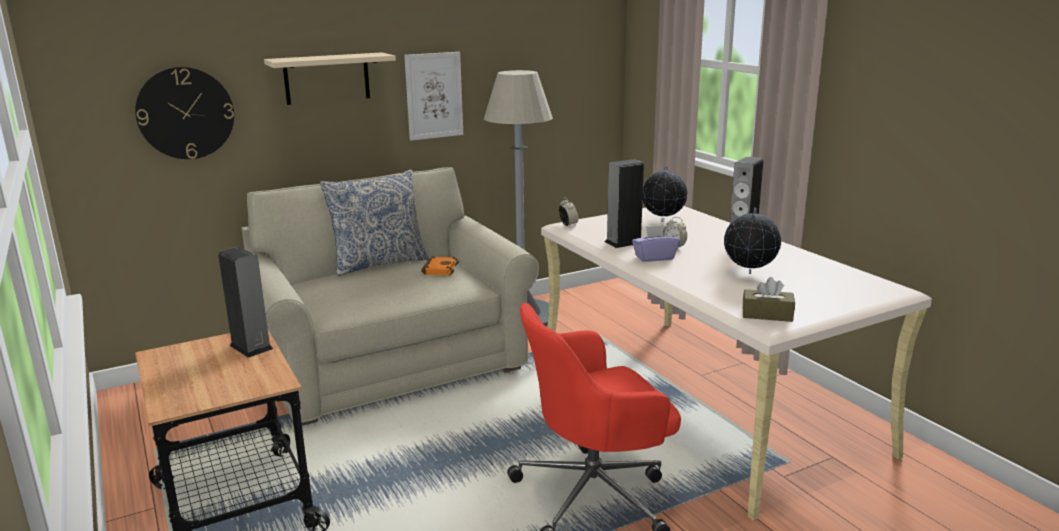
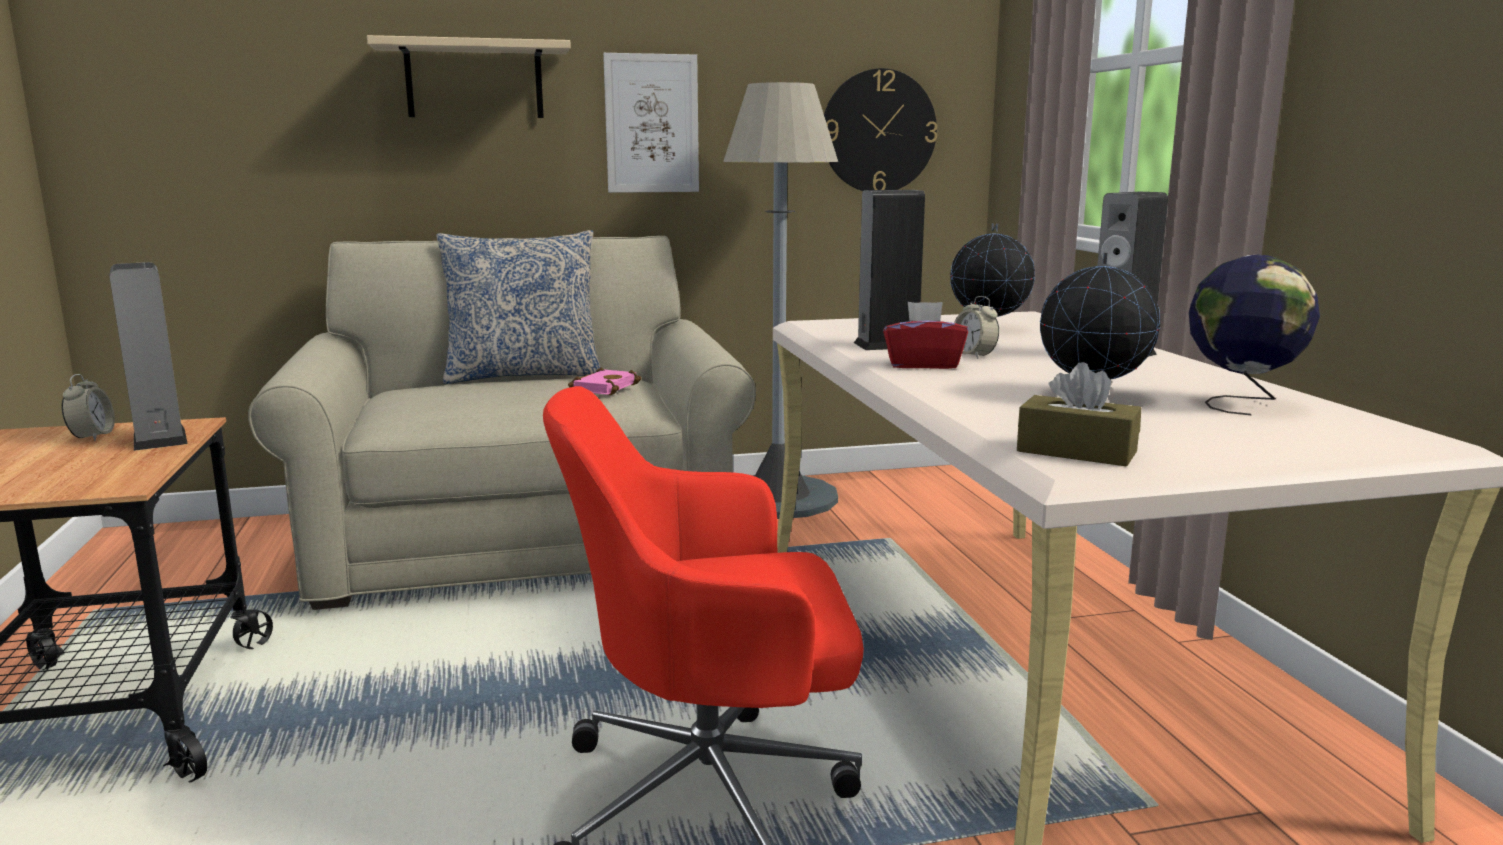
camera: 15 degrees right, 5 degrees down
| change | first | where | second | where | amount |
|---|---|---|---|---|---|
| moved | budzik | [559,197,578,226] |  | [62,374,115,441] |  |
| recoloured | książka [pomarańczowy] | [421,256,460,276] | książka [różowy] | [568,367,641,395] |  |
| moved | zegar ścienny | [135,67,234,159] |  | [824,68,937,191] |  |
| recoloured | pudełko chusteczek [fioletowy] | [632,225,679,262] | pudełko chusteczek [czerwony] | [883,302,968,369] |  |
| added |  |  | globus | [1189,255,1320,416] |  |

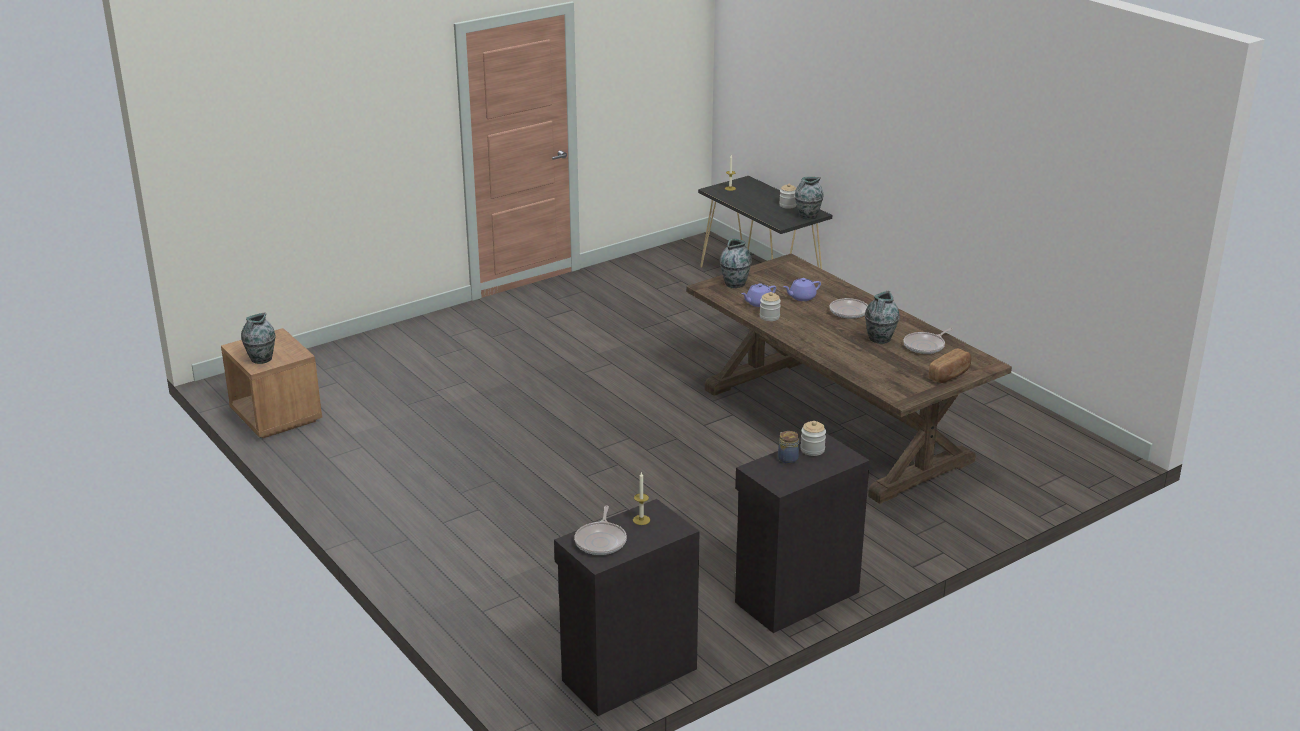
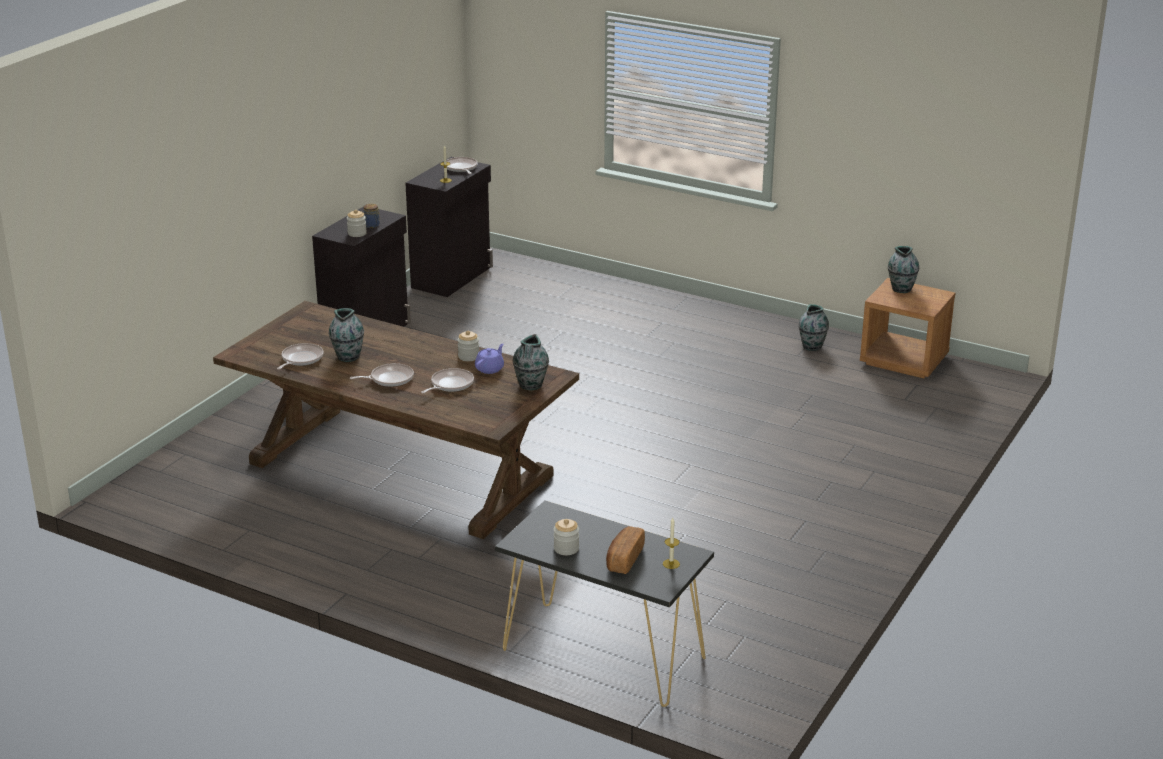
camera: 155 degrees right, 0 degrees up
| change | first | where | second | where | amount |
|---|---|---|---|---|---|
| replaced | imbryk [fioletowy] | [783,278,821,301] | patelnia | [421,368,474,393] |  |
| moved | chleb | [929,348,971,383] |  | [606,526,645,574] |  |
| moved | wazon | [795,177,824,220] |  | [799,304,829,351] |  |

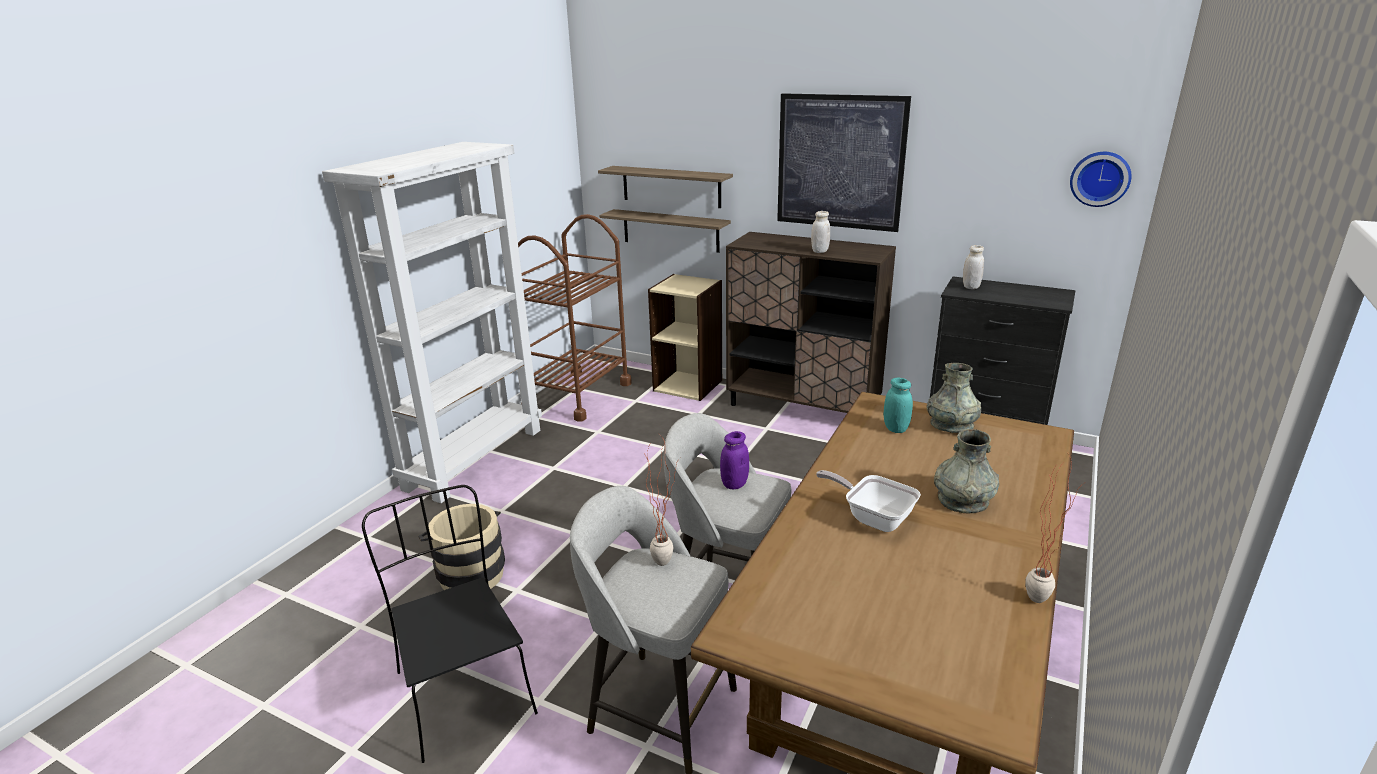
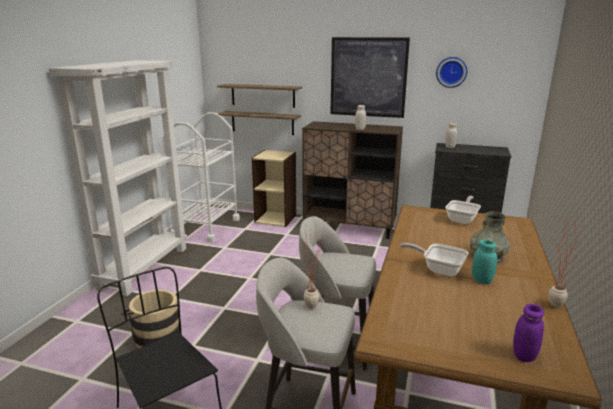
camera: 10 degrees left, 5 degrees down
| change | first | where | second | where | amount |
|---|---|---|---|---|---|
| recoloured | wózek [brązowy] | [518,214,632,422] | wózek [biały] | [163,112,240,242] |  |
| moved | zegar ścienny | [1070,152,1132,207] |  | [436,57,467,88] |  |
| replaced | wazon [szary] | [927,363,981,433] | patelnia | [445,196,481,224] |  |
| moved | słoik [turkusowy] | [884,377,913,433] |  | [472,240,497,284] |  |
| moved | słoik [fioletowy] | [720,431,749,489] |  | [513,304,544,362] |  |

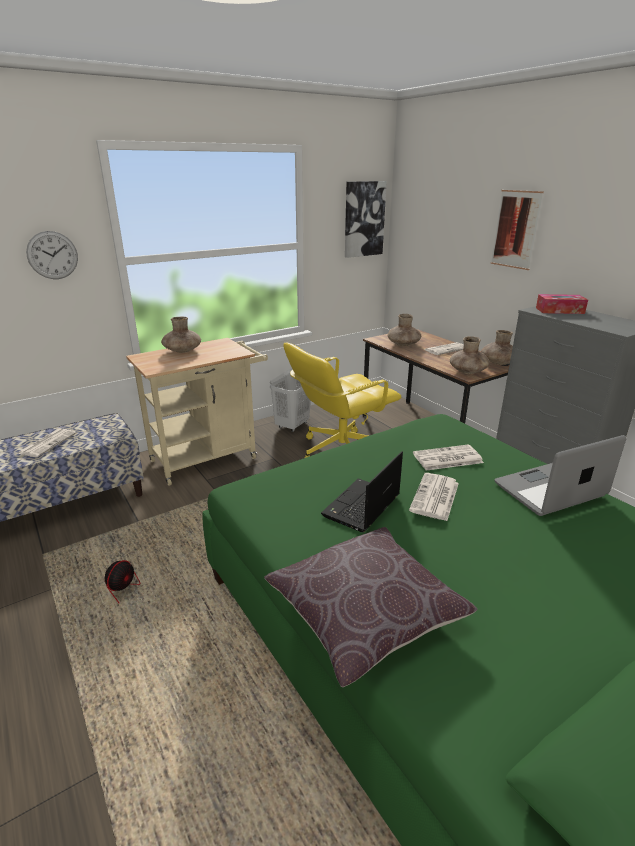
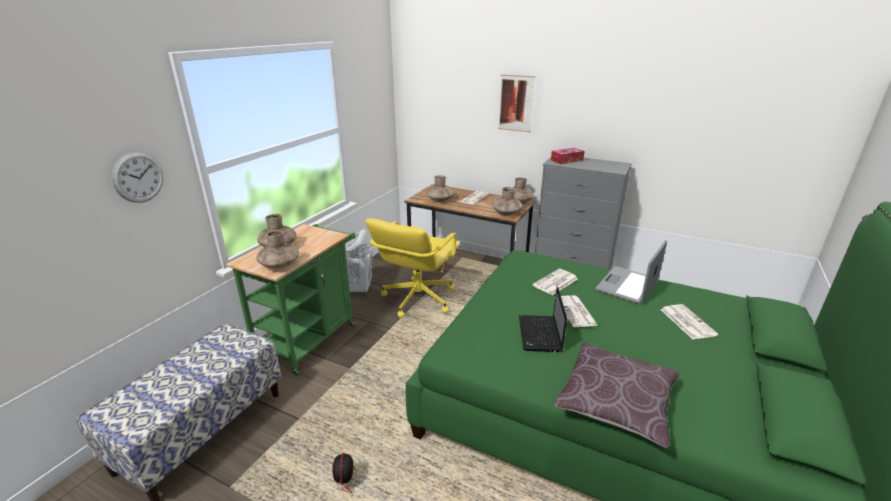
camera: 30 degrees left, 0 degrees up
| change | first | where | second | where | amount |
|---|---|---|---|---|---|
| recoloured | wózek [beżowy] | [126,338,268,486] | wózek [zielony] | [226,224,356,377] |  |
| added |  |  | wazon [brązowy] | [256,230,299,268] |  |
| moved | gazeta | [18,428,77,457] |  | [660,304,718,339] |  |
| removed | obraz | [345,181,387,258] |  |  |  |

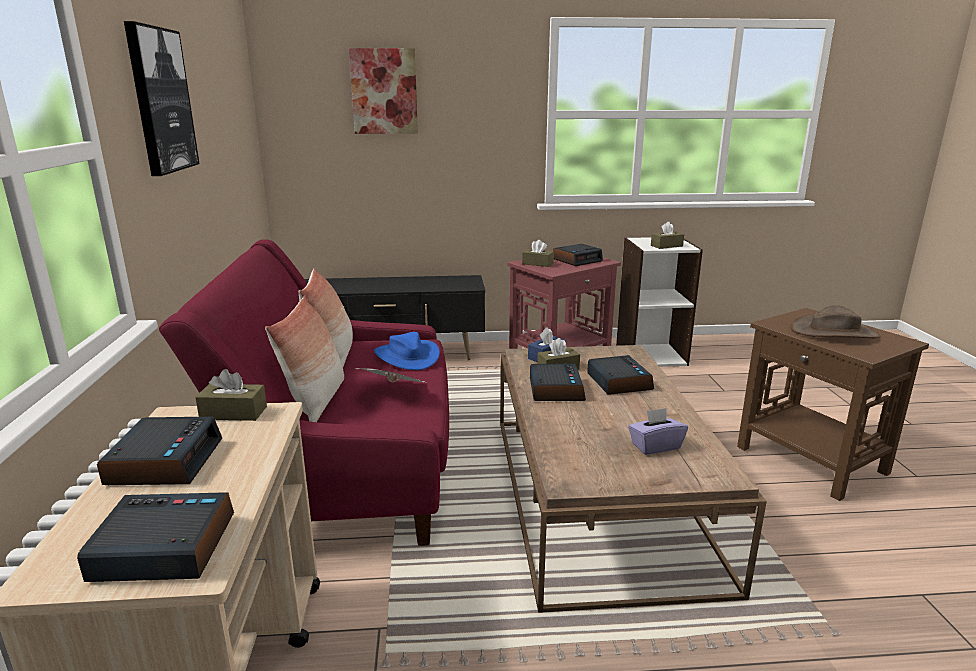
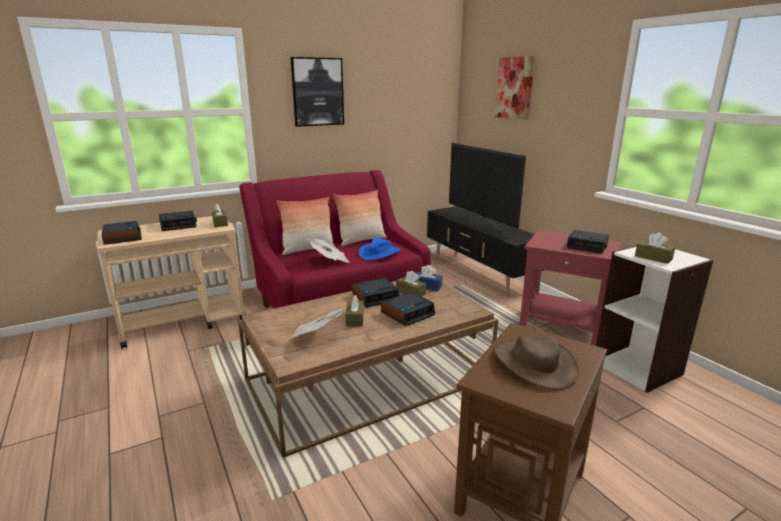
camera: 65 degrees right, 0 degrees up
| change | first | where | second | where | amount |
|---|---|---|---|---|---|
| replaced | pudełko chusteczek [fioletowy] | [628,408,688,455] | gazeta | [289,308,343,339] |  |
| moved | pudełko chusteczek [brązowy] | [522,240,554,267] |  | [345,295,364,327] |  |
| added |  |  | telewizor | [449,143,526,232] |  |

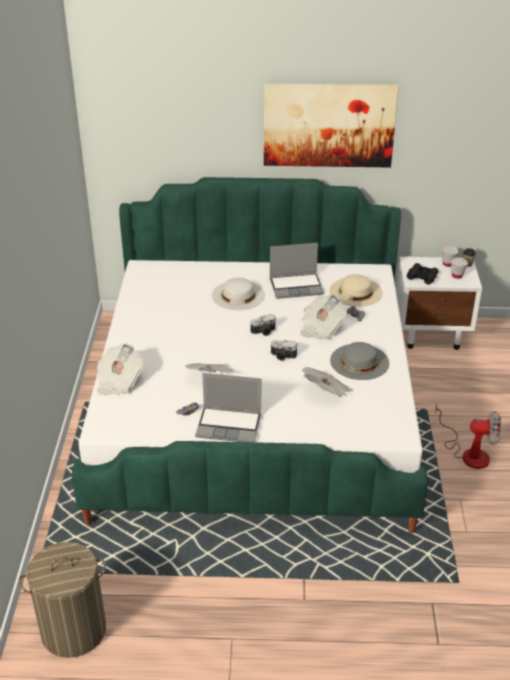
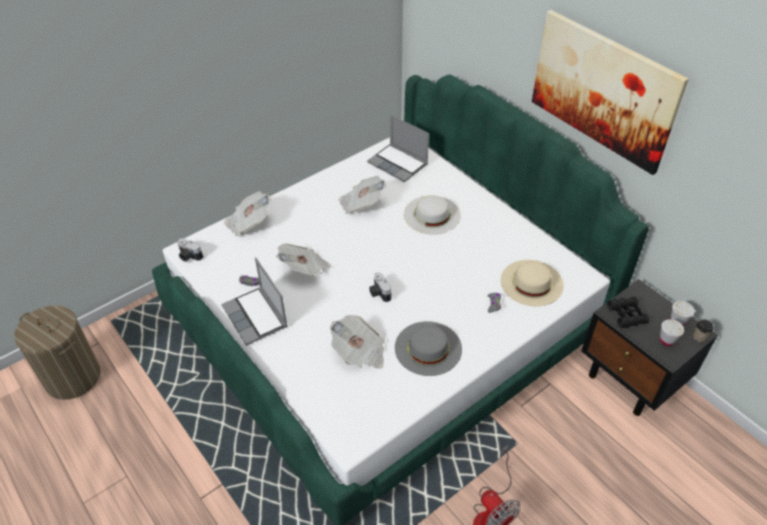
camera: 50 degrees right, 10 degrees up
| change | first | where | second | where | amount |
|---|---|---|---|---|---|
| moved | aparat fotograficzny | [251,314,276,336] |  | [177,238,203,262] |  |
| moved | gazeta | [300,295,347,340] |  | [339,176,386,214] |  |
| moved | laptop | [270,243,324,299] |  | [367,115,429,182] |  |
| recoloured | szafka nocna [biały] | [396,257,482,350] | szafka nocna [czarny] | [581,279,718,416] |  |

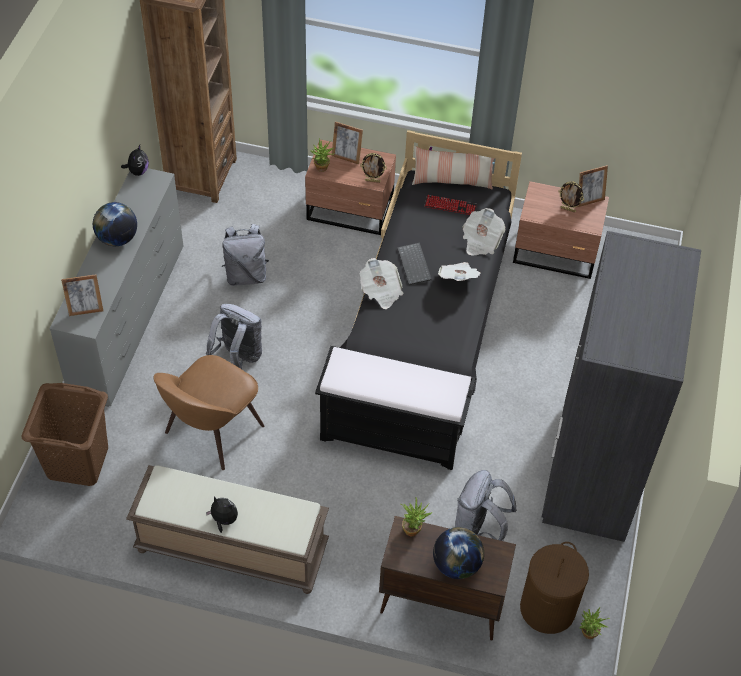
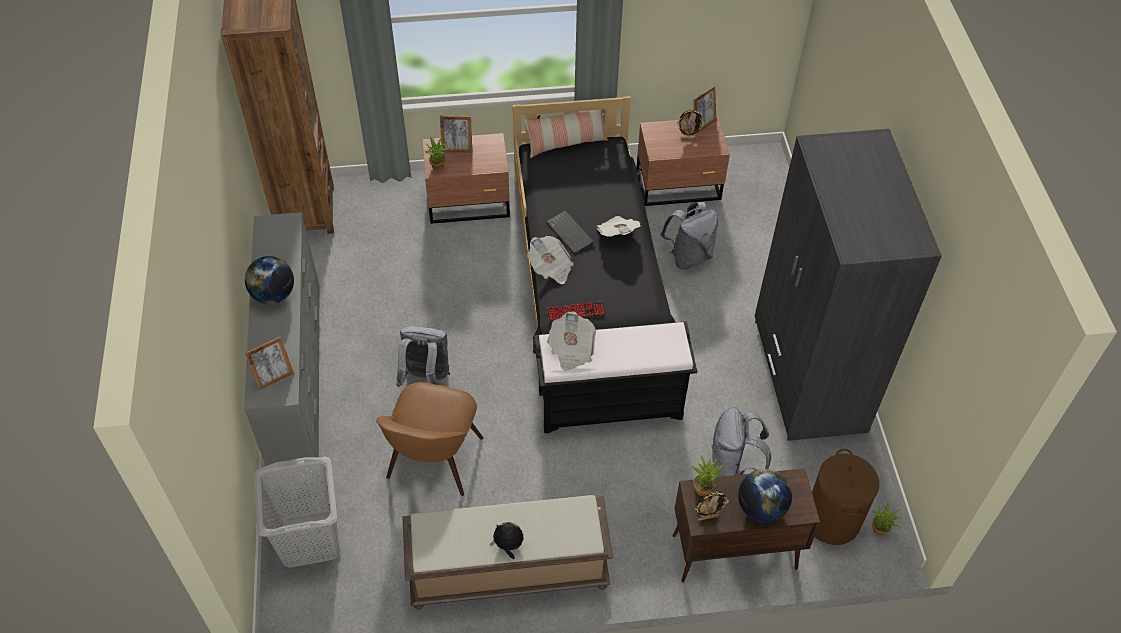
camera: 20 degrees left, 0 degrees up
| change | first | where | second | where | amount |
|---|---|---|---|---|---|
| recoloured | kosz na pranie [brązowy] | [21,383,108,486] | kosz na pranie [szary] | [254,457,340,568] |  |
| moved | klawiatura | [424,195,477,215] |  | [547,301,605,322] |  |
| moved | gazeta | [462,208,505,255] |  | [547,311,596,371] |  |
| moved | plecak [szary] | [222,224,269,286] |  | [660,202,718,270] |  |
| moved | ramka na zdjęcie | [360,153,387,183] |  | [695,491,729,521] |  |
| removed | pluszak | [121,145,149,176] |  |  |  |

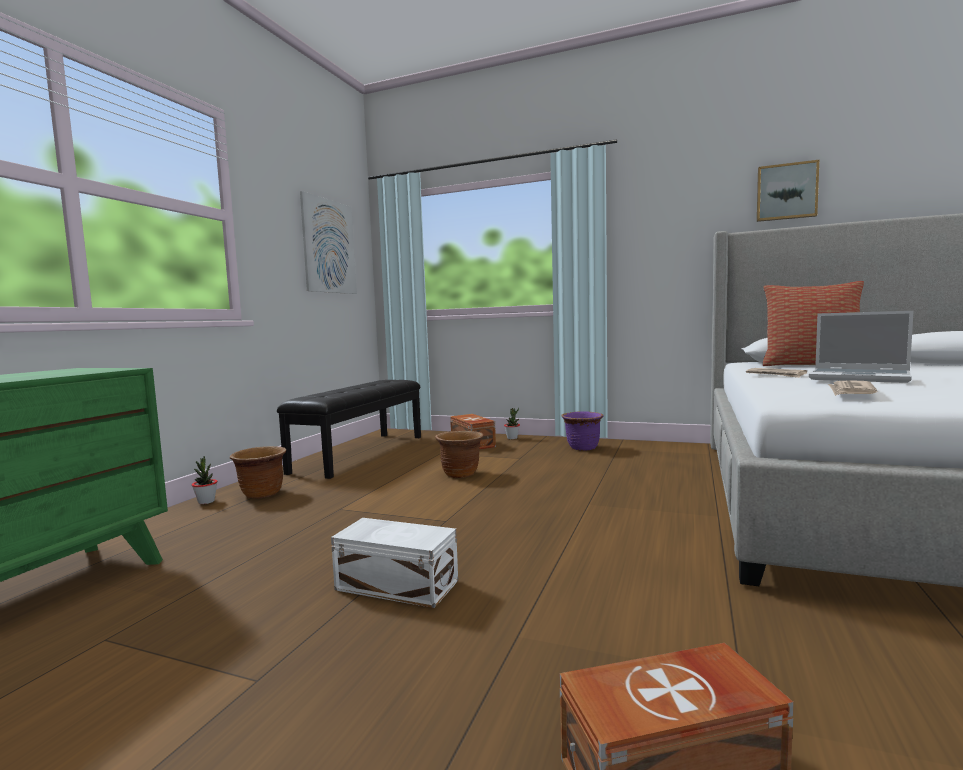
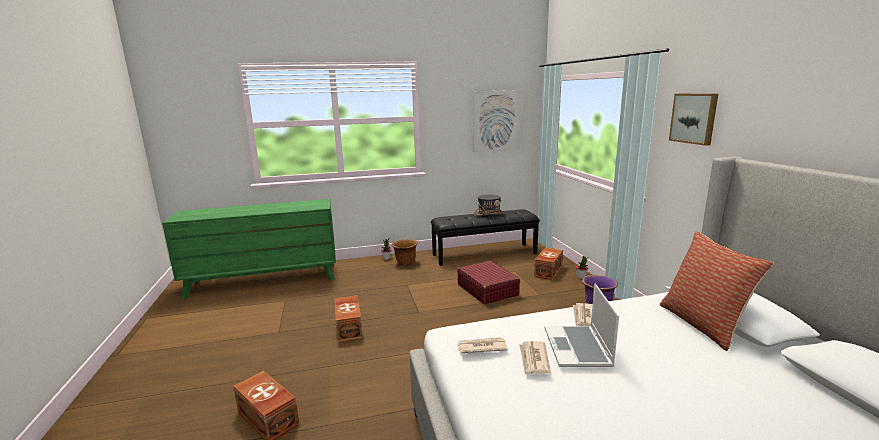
camera: 55 degrees right, 10 degrees up
| change | first | where | second | where | amount |
|---|---|---|---|---|---|
| recoloured | pojemnik do przechowywania [biały] | [331,518,458,608] | pojemnik do przechowywania [brązowy] | [335,295,363,342] |  |
| replaced | donica [brązowy] | [435,431,483,478] | walizka [czerwony] | [457,261,520,304] |  |
| added |  |  | kapelusz [szary] | [474,195,505,216] |  |
| added |  |  | gazeta | [519,341,551,375] |  |
| moved | obraz | [757,160,819,222] |  | [669,94,718,146] |  |

